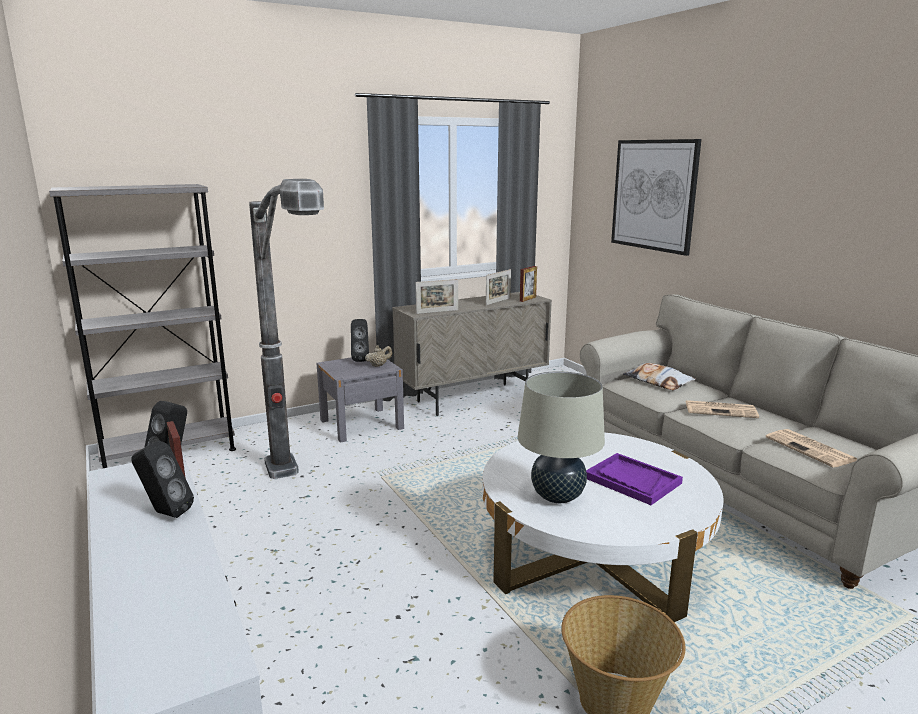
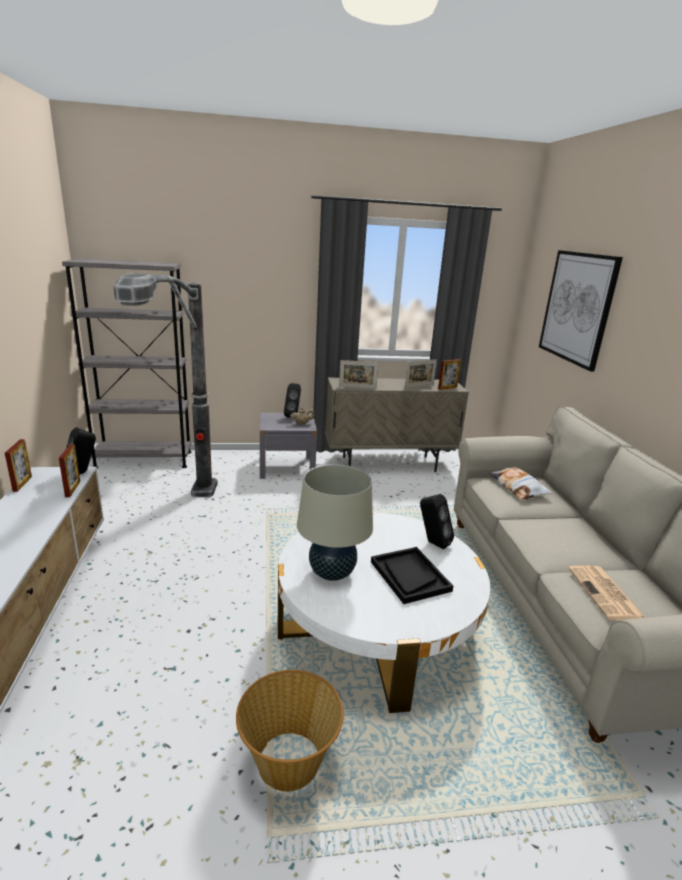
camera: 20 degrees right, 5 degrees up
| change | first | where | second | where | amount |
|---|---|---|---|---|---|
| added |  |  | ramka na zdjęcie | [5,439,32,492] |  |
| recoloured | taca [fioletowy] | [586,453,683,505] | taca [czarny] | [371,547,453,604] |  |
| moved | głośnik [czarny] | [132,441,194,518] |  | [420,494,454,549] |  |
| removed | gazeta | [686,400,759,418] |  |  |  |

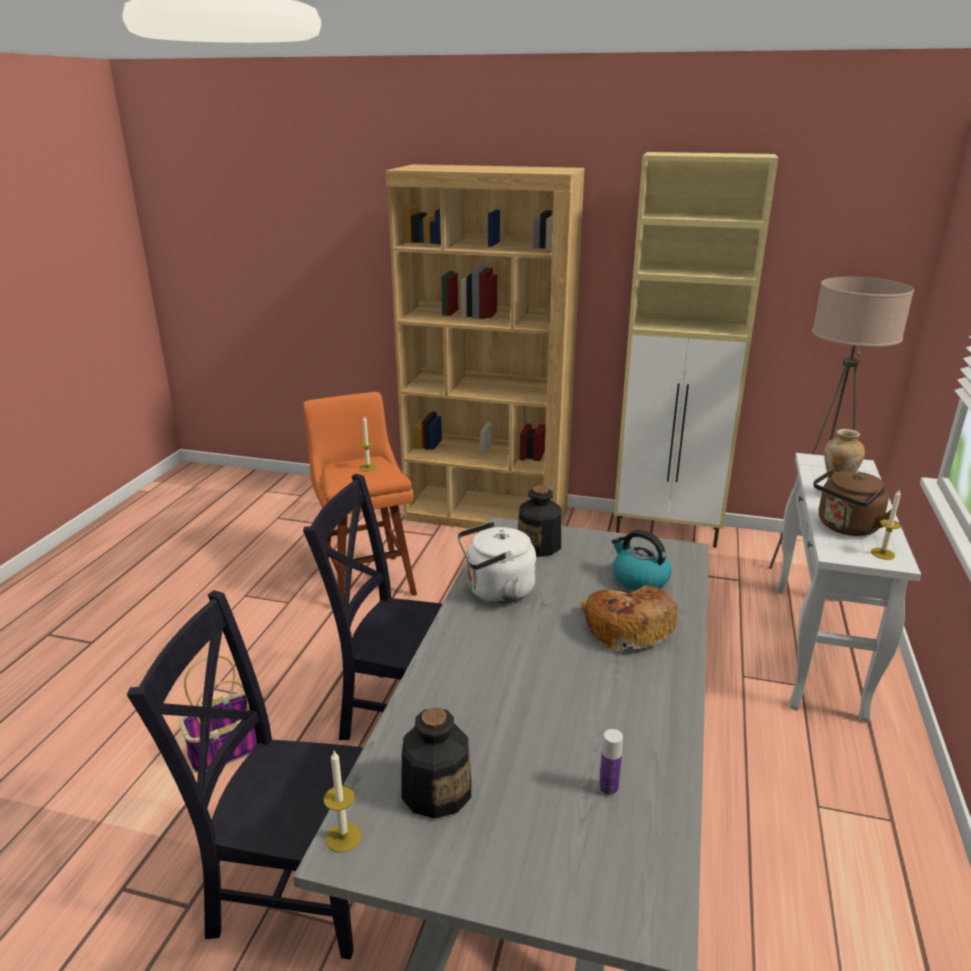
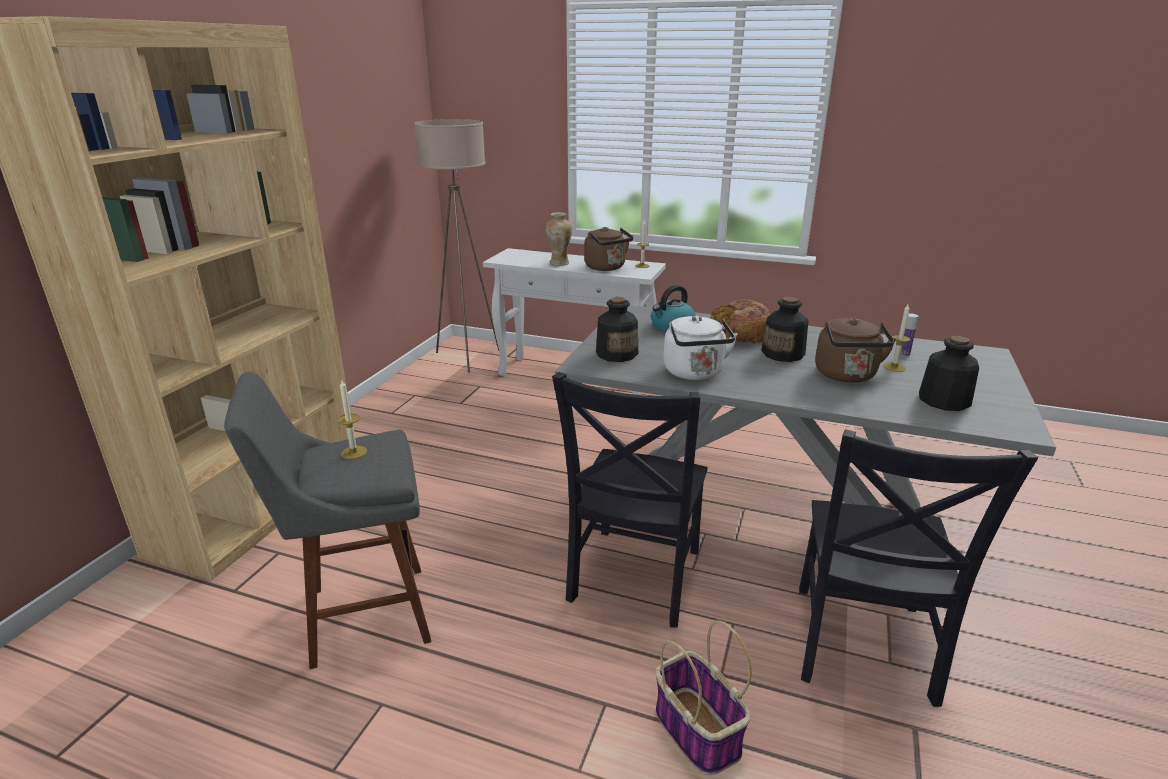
camera: 85 degrees left, 0 degrees up
| change | first | where | second | where | amount |
|---|---|---|---|---|---|
| recoloured | stołek [pomarańczowy] | [303,392,417,603] | stołek [szary] | [224,372,431,669] |  |
| added |  |  | butelka | [761,297,808,362] |  |
| added |  |  | czajnik [brązowy] | [815,318,896,383] |  |
| moved | świeca | [323,751,362,853] |  | [884,304,911,372] |  |
| removed | szafka [beżowy] | [614,152,778,548] |  |  |  |

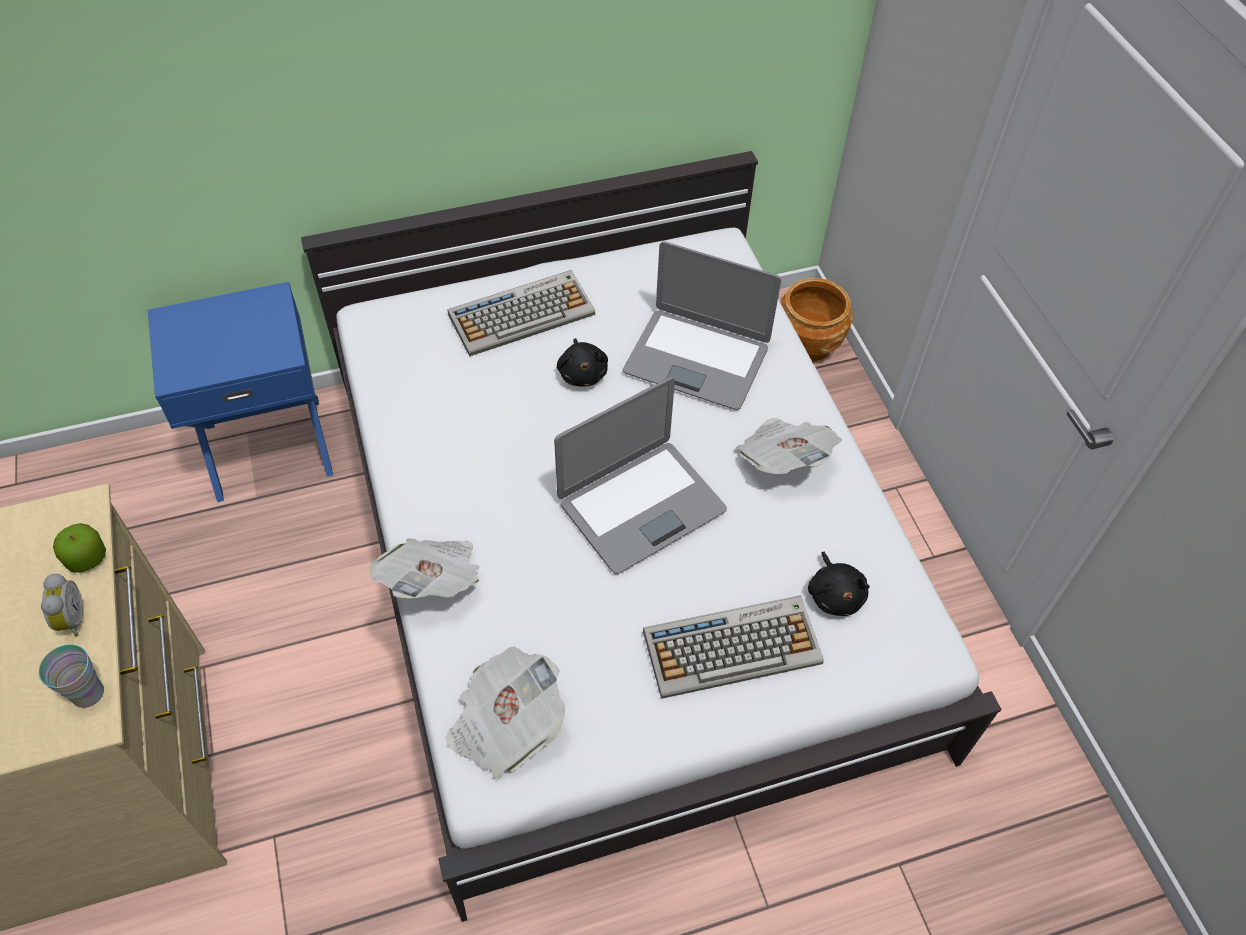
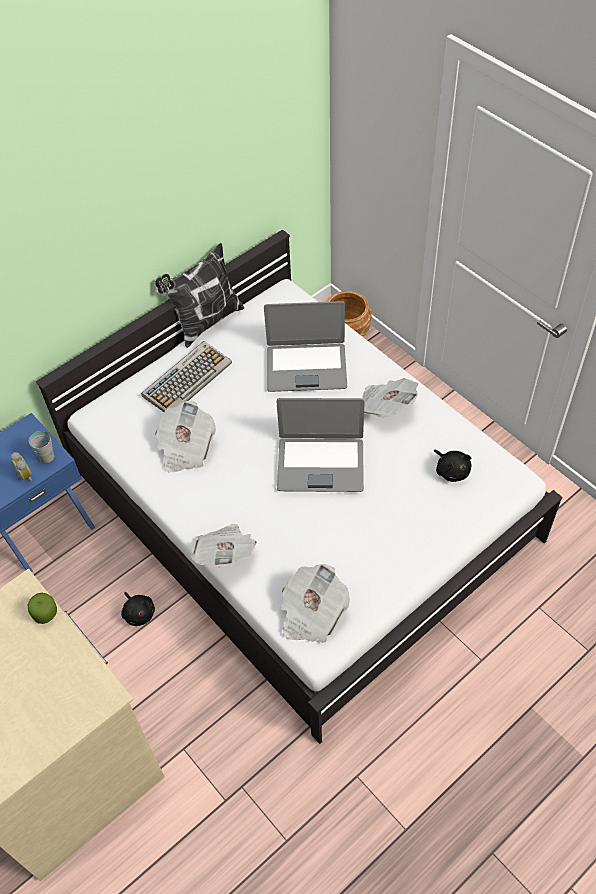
camera: 20 degrees left, 0 degrees up
| change | first | where | second | where | amount |
|---|---|---|---|---|---|
| moved | budzik | [41,574,83,637] |  | [11,452,32,482] |  |
| moved | filiżanka | [39,644,104,708] |  | [29,431,54,463] |  |
| moved | pluszak [czarny] | [557,338,608,386] |  | [121,592,155,626] |  |
| added |  |  | poduszka | [155,243,244,348] |  |
| added |  |  | gazeta | [155,401,216,472] |  |
| turned | laptop | [554,377,727,574] |  | [277,398,365,492] | 60 degrees clockwise |
| removed | klawiatura | [643,595,824,699] |  |  |  |

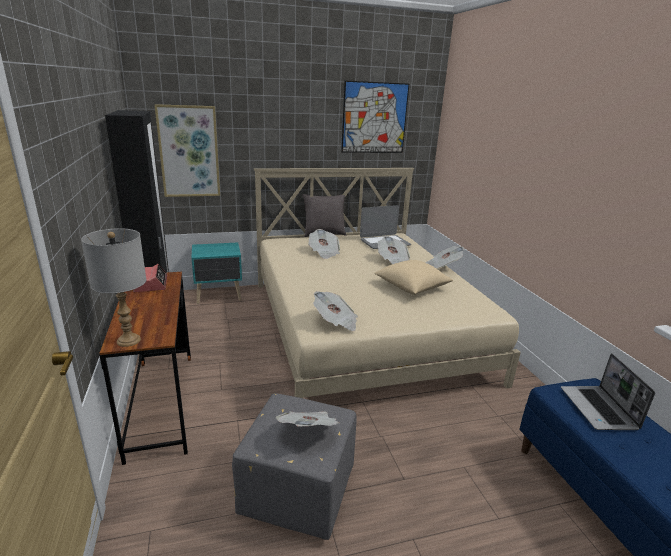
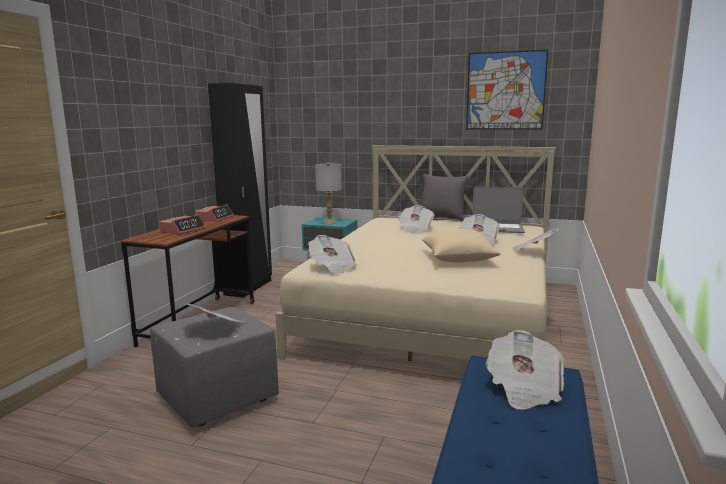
camera: 35 degrees right, 10 degrees down
| change | first | where | second | where | amount |
|---|---|---|---|---|---|
| added |  |  | budzik | [160,215,206,235] |  |
| moved | lampa stołowa [szary] | [81,228,146,347] |  | [315,162,342,225] |  |
| replaced | laptop | [561,353,655,430] | gazeta | [485,330,564,409] |  |
| removed | obraz | [155,104,220,197] |  |  |  |

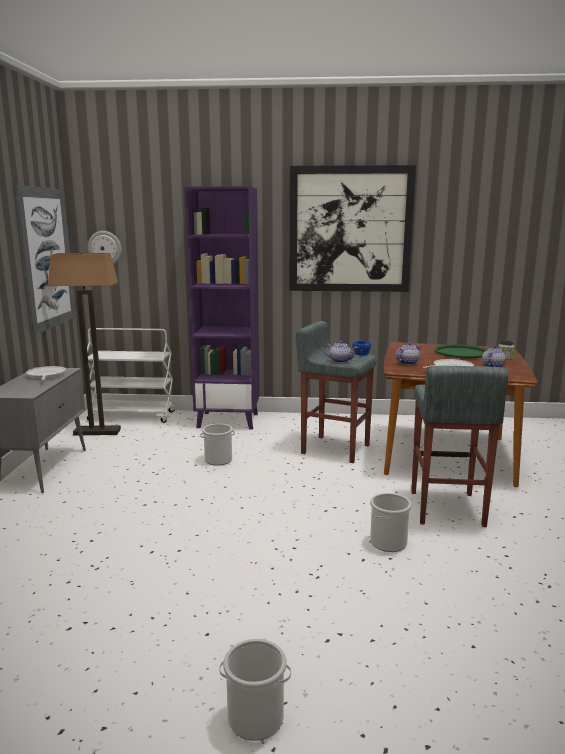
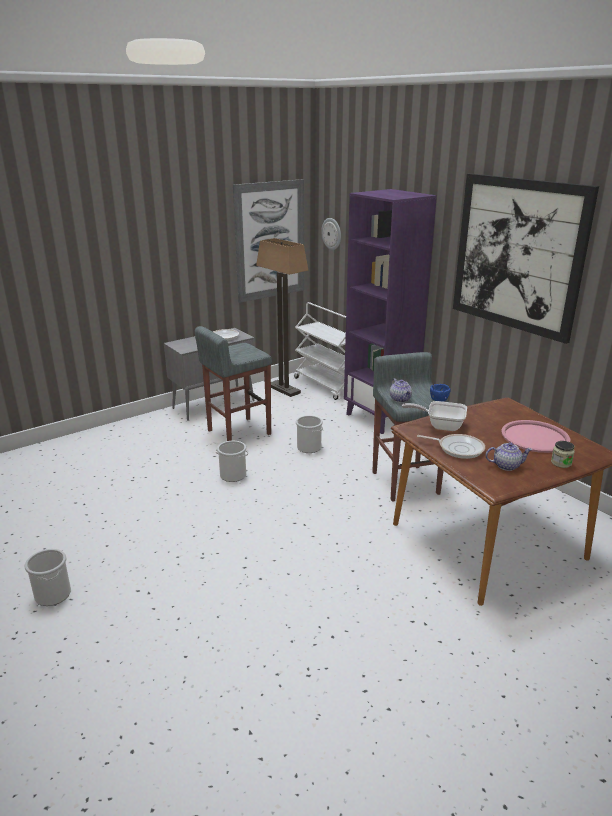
camera: 50 degrees right, 10 degrees up
| change | first | where | second | where | amount |
|---|---|---|---|---|---|
| moved | stołek [szary] | [411,366,509,527] |  | [195,326,272,441] |  |
| moved | wiadro | [370,493,412,552] |  | [216,441,248,482] |  |
| replaced | imbryk | [395,342,421,365] | patelnia | [402,401,467,431] |  |
| recoloured | taca [zielony] | [434,344,487,358] | taca [różowy] | [501,420,571,453] |  |

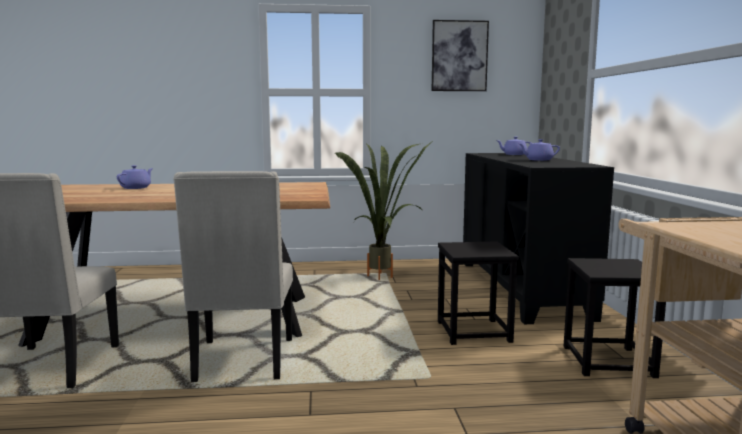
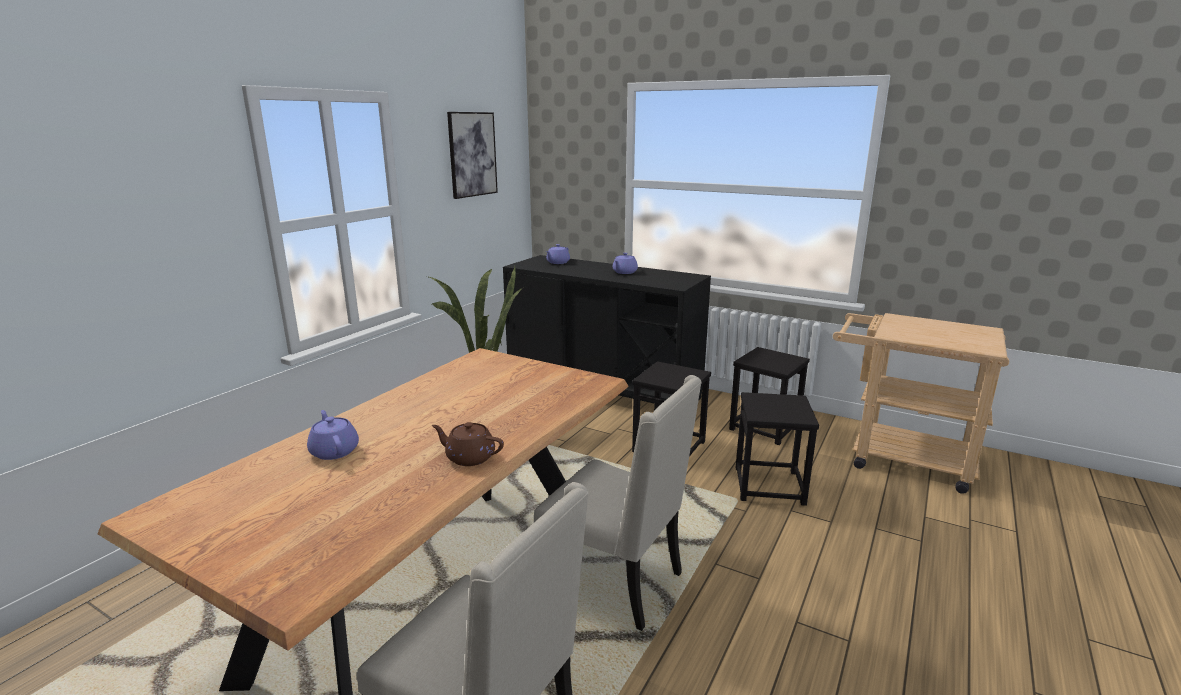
camera: 55 degrees left, 10 degrees up
| change | first | where | second | where | amount |
|---|---|---|---|---|---|
| added |  |  | imbryk [brązowy] | [431,422,504,466] |  |
| added |  |  | stołek [czarny] | [736,392,819,506] |  |

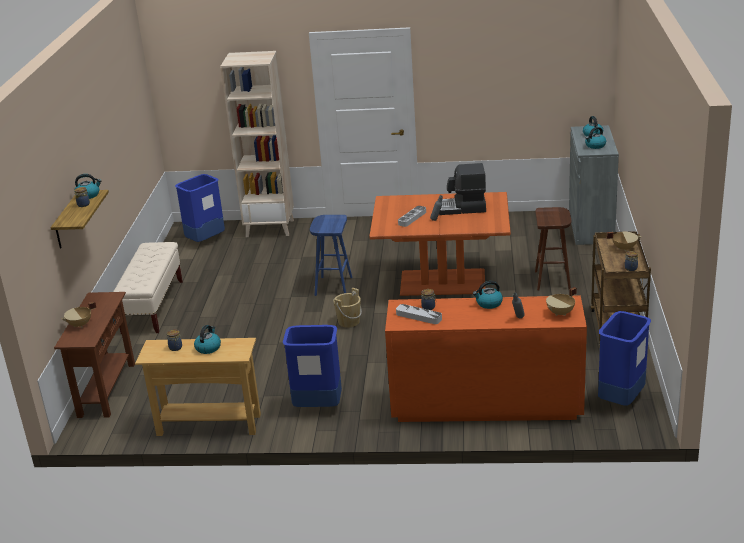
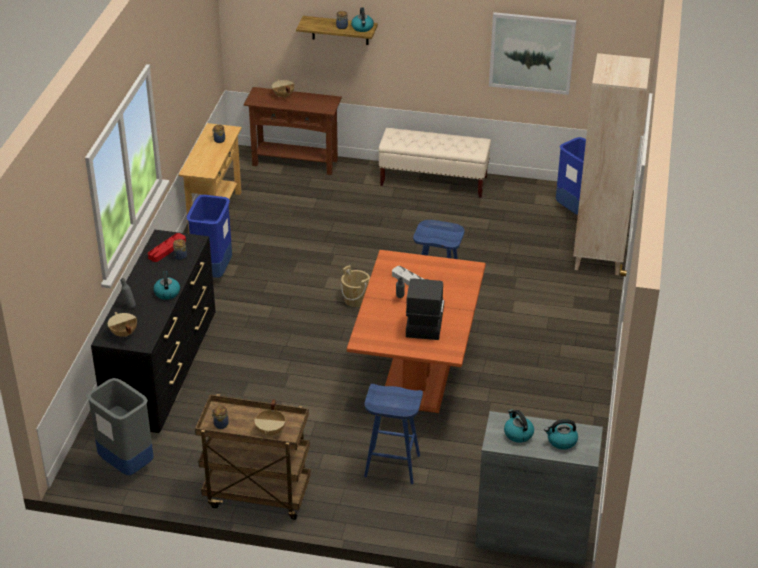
camera: 95 degrees right, 10 degrees up
| change | first | where | second | where | amount |
|---|---|---|---|---|---|
| recoloured | kosz na śmieci [niebieski] | [598,311,651,406] | kosz na śmieci [szary] | [87,378,154,475] |  |
| recoloured | komoda [pomarańczowy] | [385,295,587,422] | komoda [czarny] | [91,230,216,433] |  |
| recoloured | taca [szary] | [396,304,442,324] | taca [czerwony] | [148,233,186,262] |  |
| recoloured | stołek [brązowy] | [535,207,571,290] | stołek [niebieski] | [364,384,423,484] |  |
| added |  |  | obraz | [489,12,576,95] |  |
| removed | czajnik | [194,325,221,354] |  |  |  |

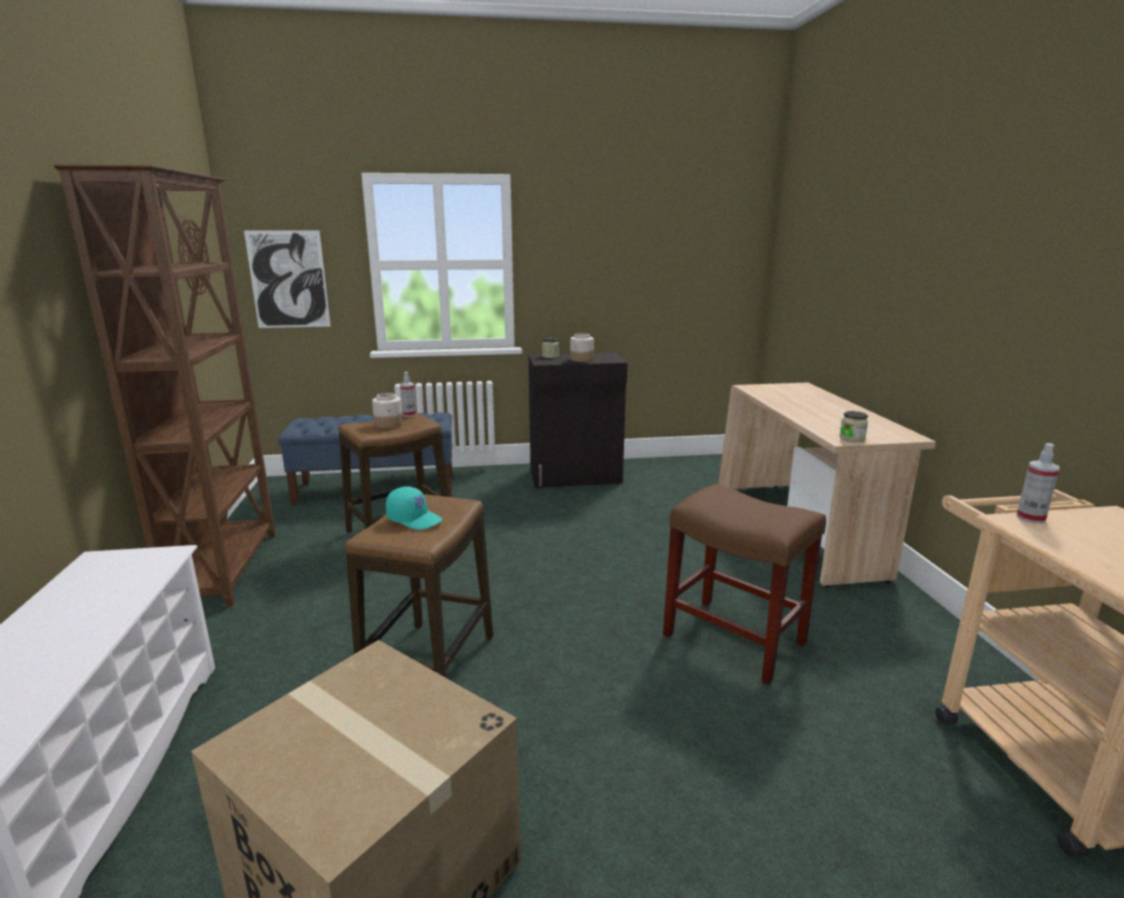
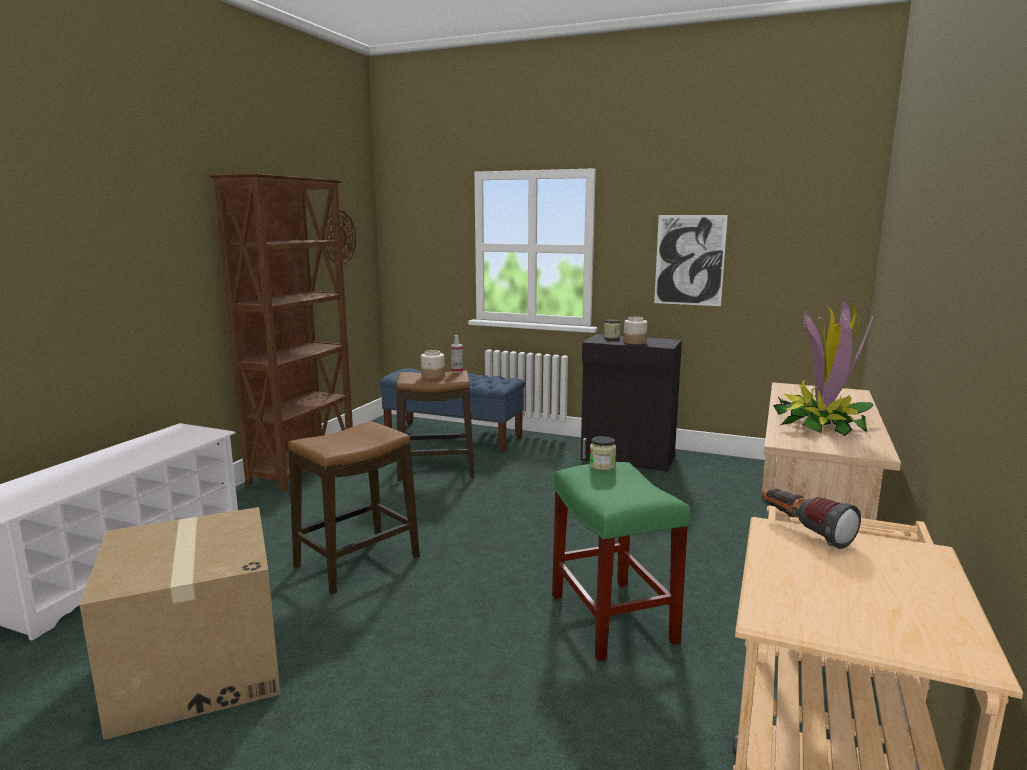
camera: 30 degrees right, 5 degrees down
| change | first | where | second | where | amount |
|---|---|---|---|---|---|
| recoloured | stołek [brązowy] | [663,484,826,685] | stołek [zielony] | [552,462,690,661] |  |
| moved | słoik | [839,411,868,442] |  | [589,436,616,470] |  |
| moved | obraz | [244,231,330,328] |  | [654,215,728,306] |  |
| replaced | spryskiwacz | [1016,443,1060,524] | latarka | [762,488,861,549] |  |
| added |  |  | roślina doniczkowa | [773,294,873,436] |  |
| removed | czapka z daszkiem [turkusowy] | [386,486,442,530] |  |  |  |

